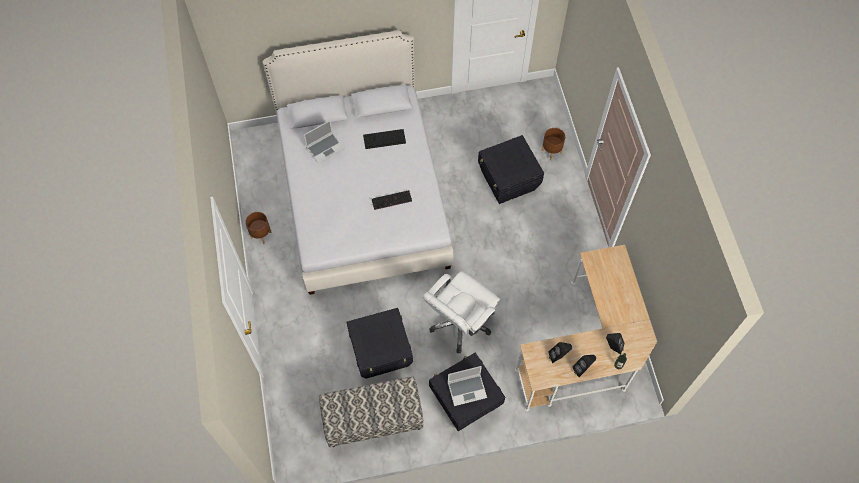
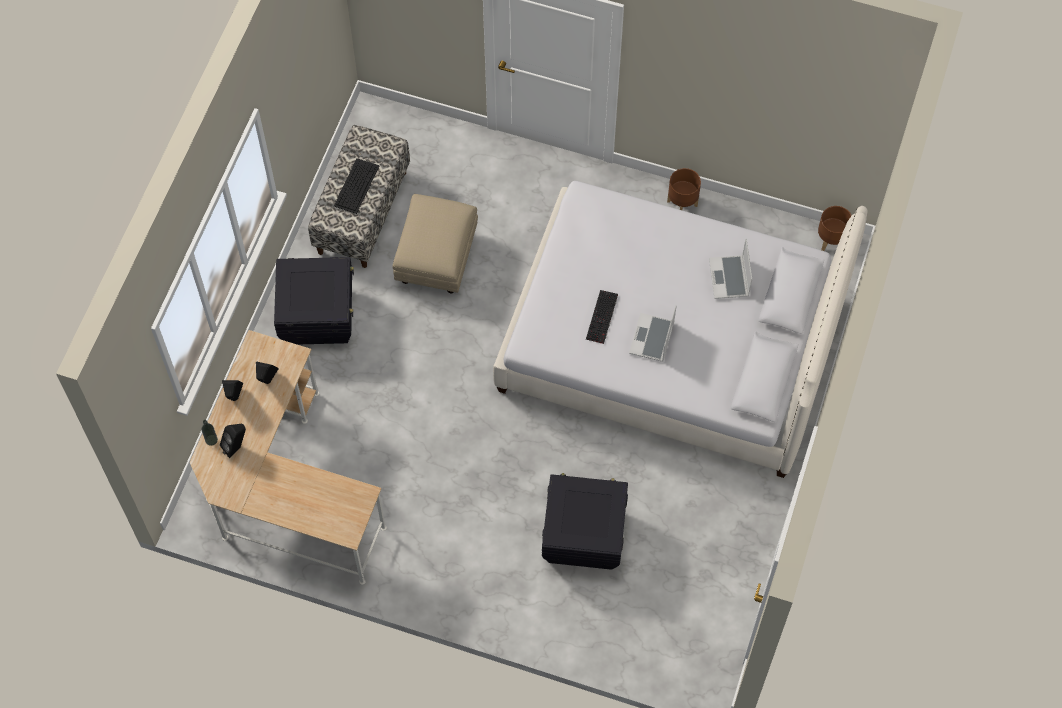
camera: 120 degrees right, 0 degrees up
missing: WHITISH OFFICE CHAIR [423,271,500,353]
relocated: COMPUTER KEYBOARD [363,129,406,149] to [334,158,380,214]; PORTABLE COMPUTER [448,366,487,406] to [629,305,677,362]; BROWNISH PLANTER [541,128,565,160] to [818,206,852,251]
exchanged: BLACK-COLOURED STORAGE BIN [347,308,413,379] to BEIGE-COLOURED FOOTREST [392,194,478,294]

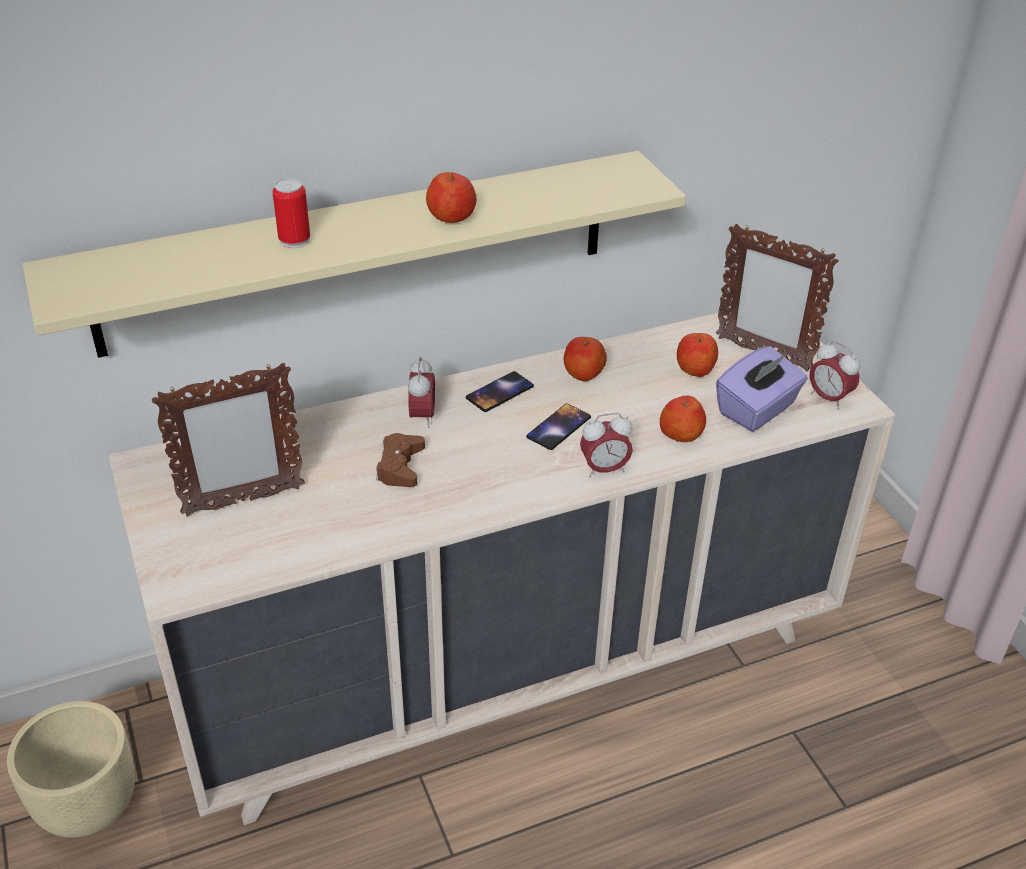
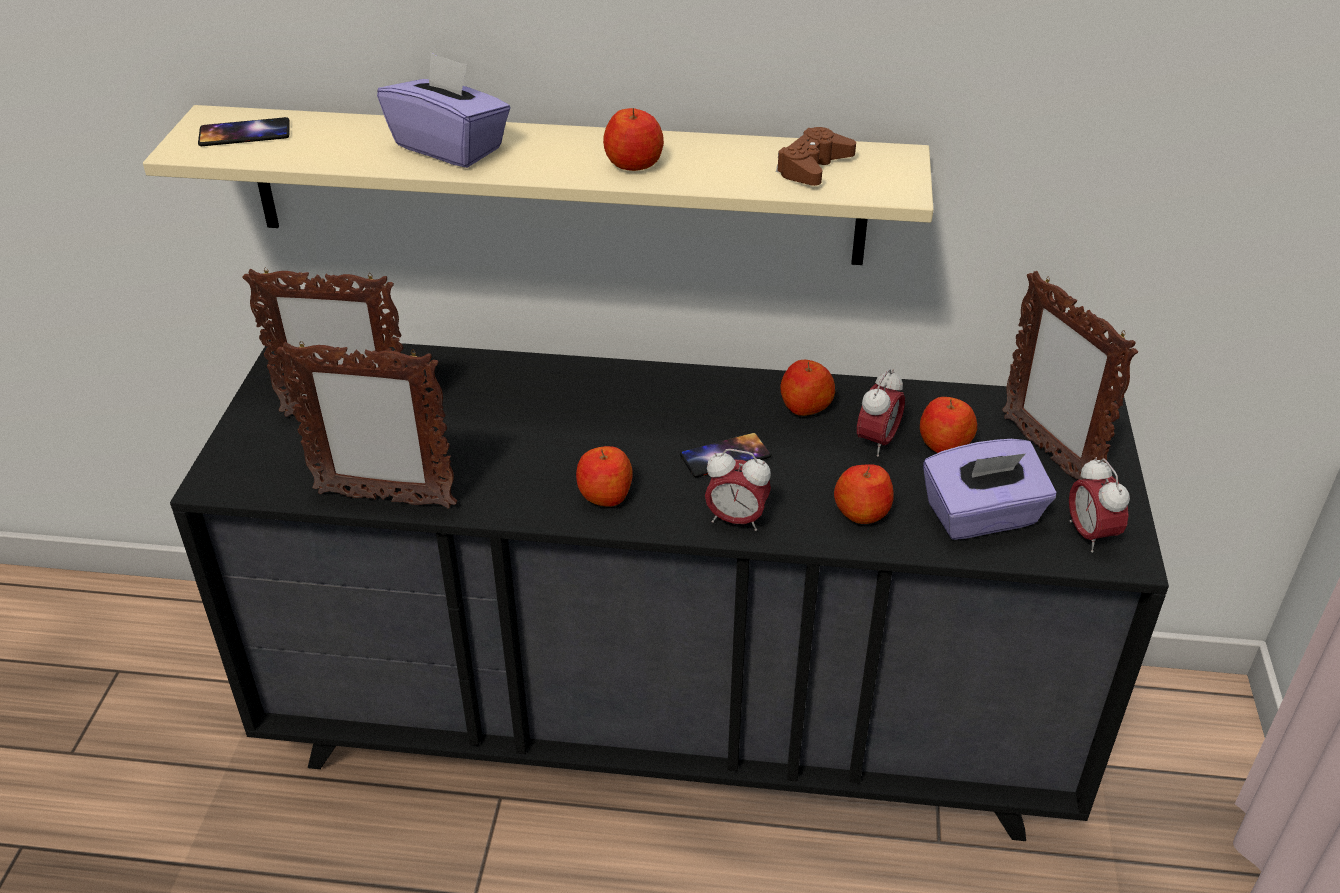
camera: 30 degrees right, 0 degrees up
missing: BEIGE-COLOURED PLANTER [7,701,135,838]
appeared: STANDING FRAME [276,341,457,509]; APPLE FRUIT [576,446,633,507]
relocated: BROWNISH JOYPAD [376,433,425,487] to [776,127,856,186]; ALARM CLOCK [408,357,435,428] to [857,369,905,457]; TELEPHONE [466,371,534,412] to [198,117,290,146]
exchanged: CAN [273,178,310,248] to PURPLISH TISSUE HOLDER [377,52,511,168]
colour: BEIGE-COLOURED DRESSER [108,312,895,825] to BLACK-COLOURED DRESSER [170,340,1169,841]

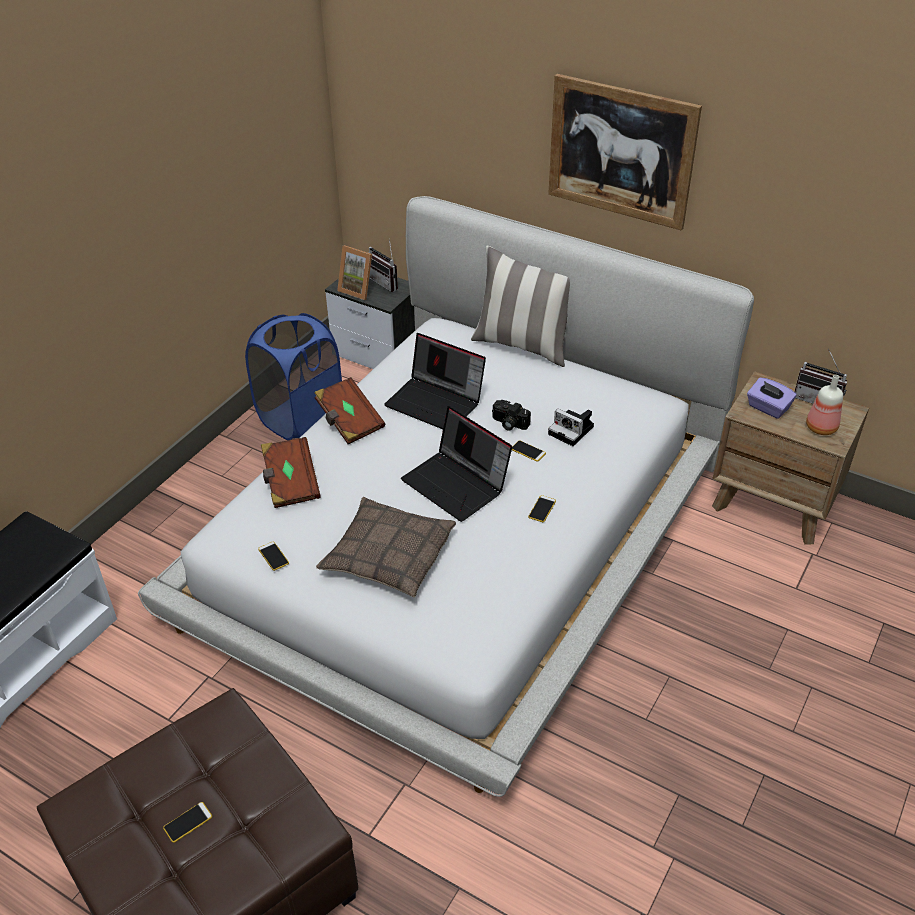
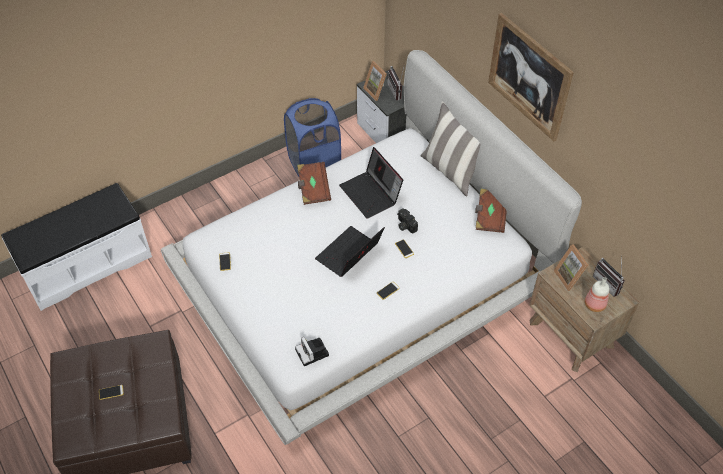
camera: 25 degrees right, 10 degrees up
missing: PILLOW [316,497,456,598]
relocated: BROWNISH BOOK [261,437,321,508] to [475,189,507,233]; PHOTO CAMERA [548,409,594,446] to [295,337,329,366]
exchanged: PURPLISH TISSUE HOLDER [747,377,797,419] to STANDING FRAME [554,244,588,291]
spun: PORTABLE COMPUTER [401,406,512,522] = [315,226,385,277] 60 degrees clockwise

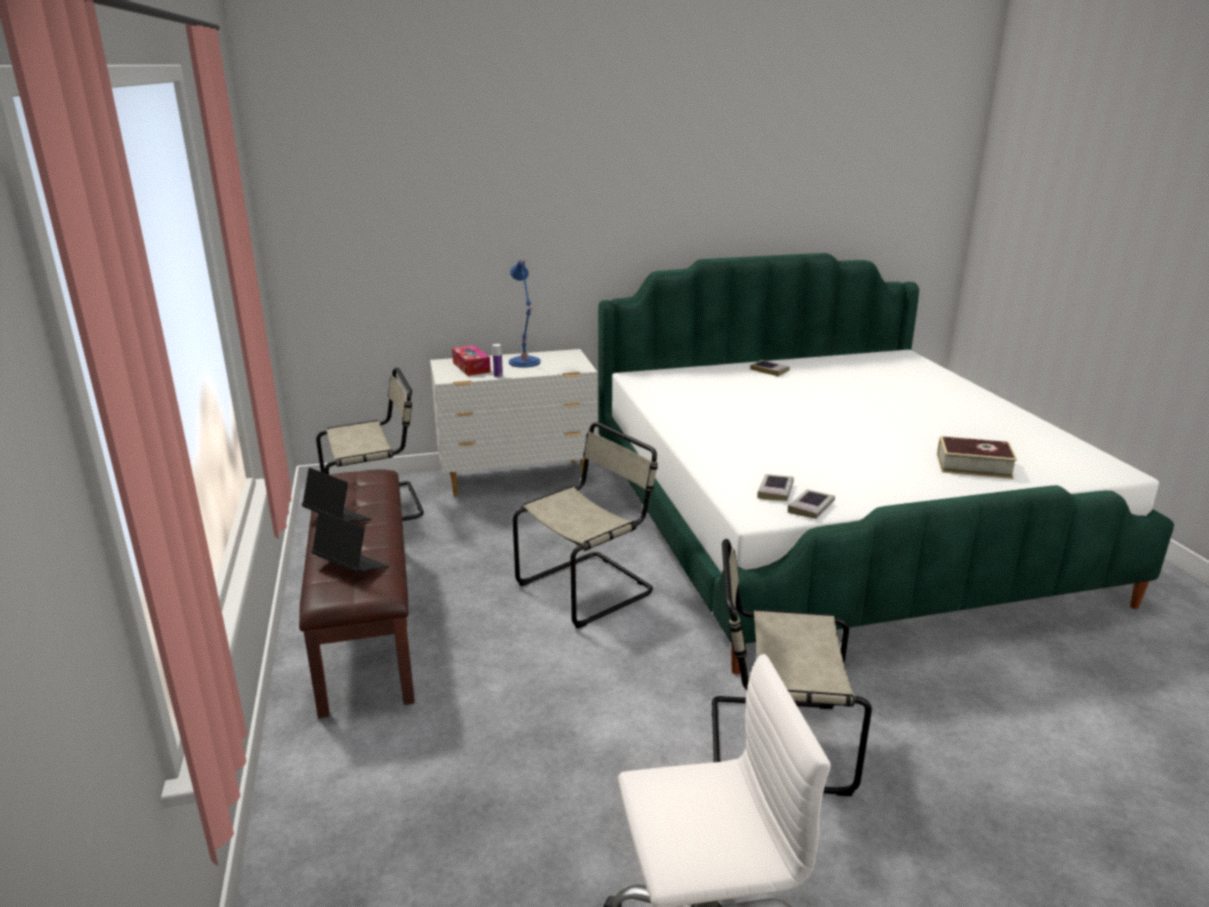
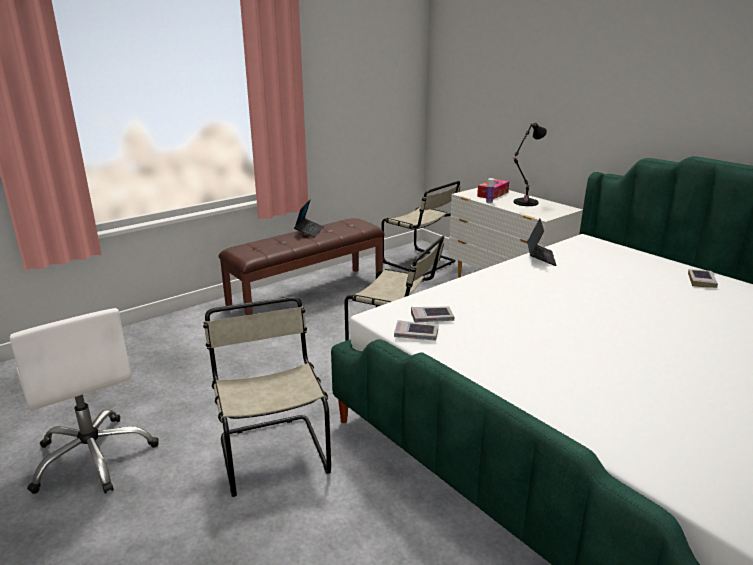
camera: 65 degrees right, 0 degrees up
missing: BOOK [937,436,1017,479]
relocated: PORTABLE COMPUTER [311,511,389,572] to [527,218,557,266]
colour: BLUE-COLOURED LAMP FOR A TABLE [509,260,541,368] to BLACK-COLOURED LAMP FOR A TABLE [513,122,547,206]

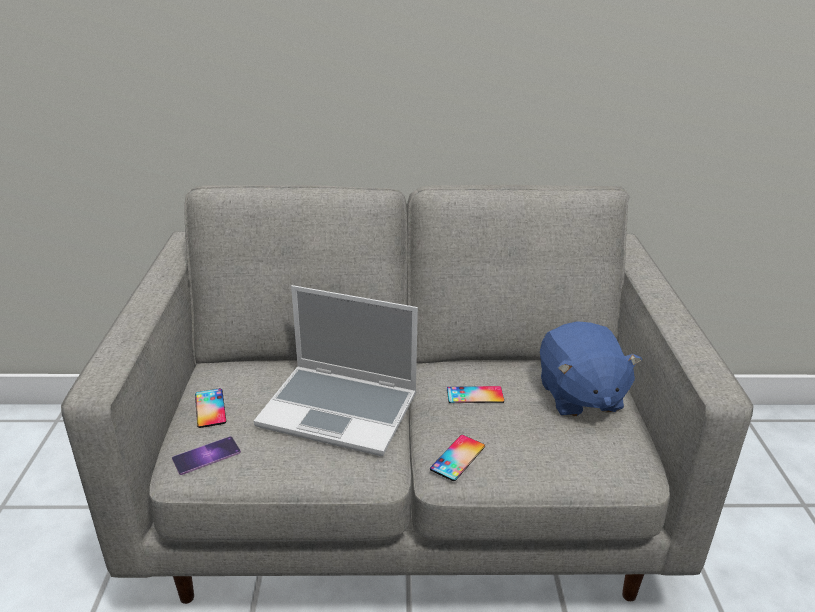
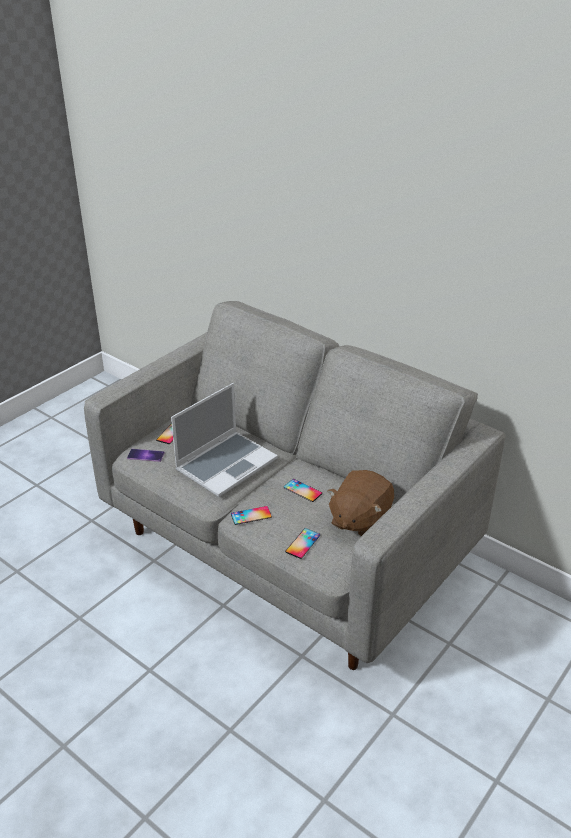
camera: 40 degrees right, 5 degrees up
appeared: TELEPHONE [285,528,320,559]
colour: BLUE-COLOURED SOFT TOY [540,322,642,417] to BROWNISH SOFT TOY [327,470,394,536]
spun: PORTABLE COMPUTER [254,285,418,456] = [171,383,278,497] 105 degrees counterclockwise

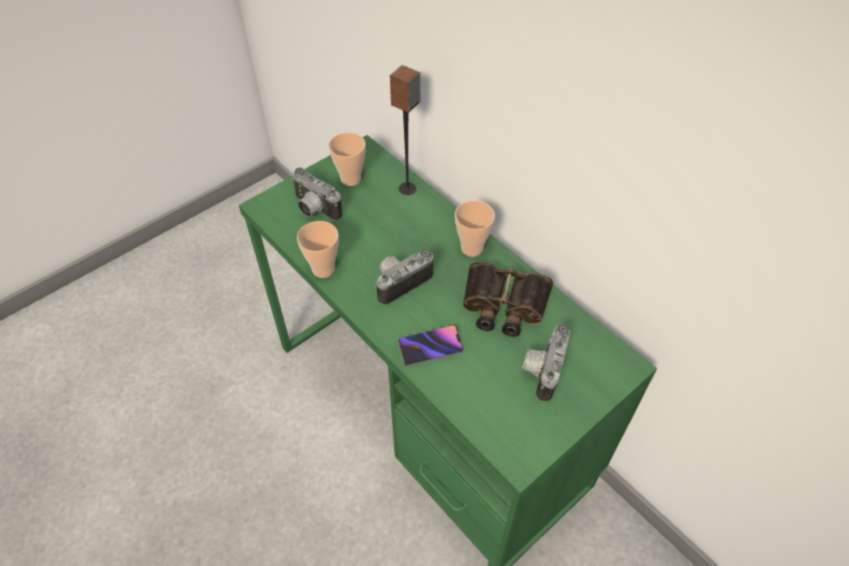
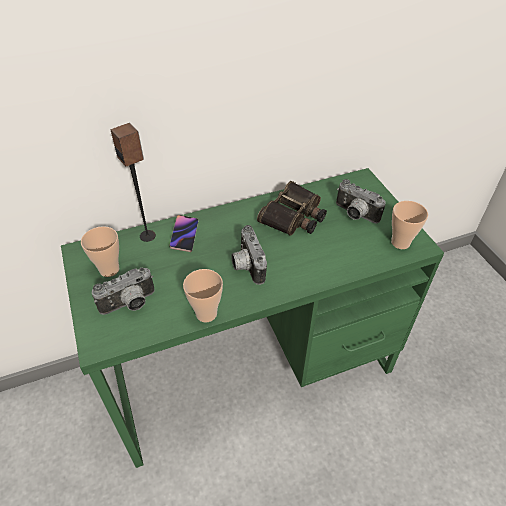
camera: 70 degrees left, 5 degrees down
relocated: TELEPHONE [398,325,463,366] to [169,215,199,252]; CUP [455,200,495,257] to [391,201,428,249]

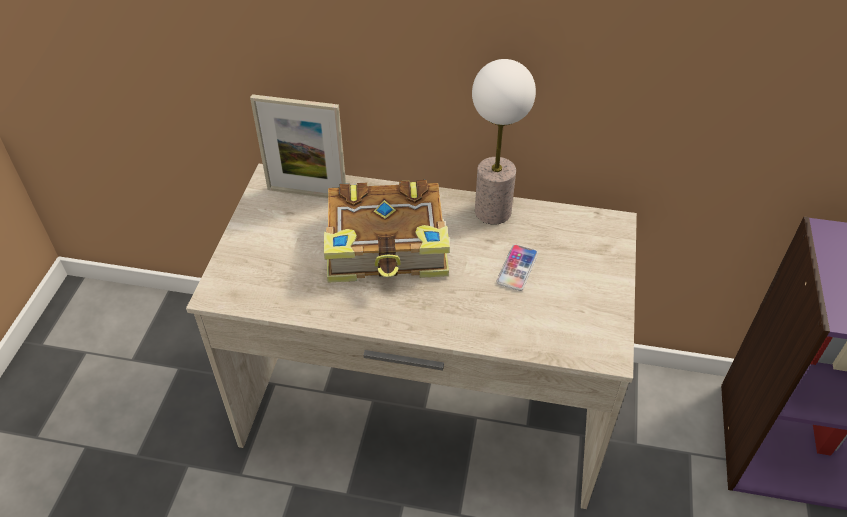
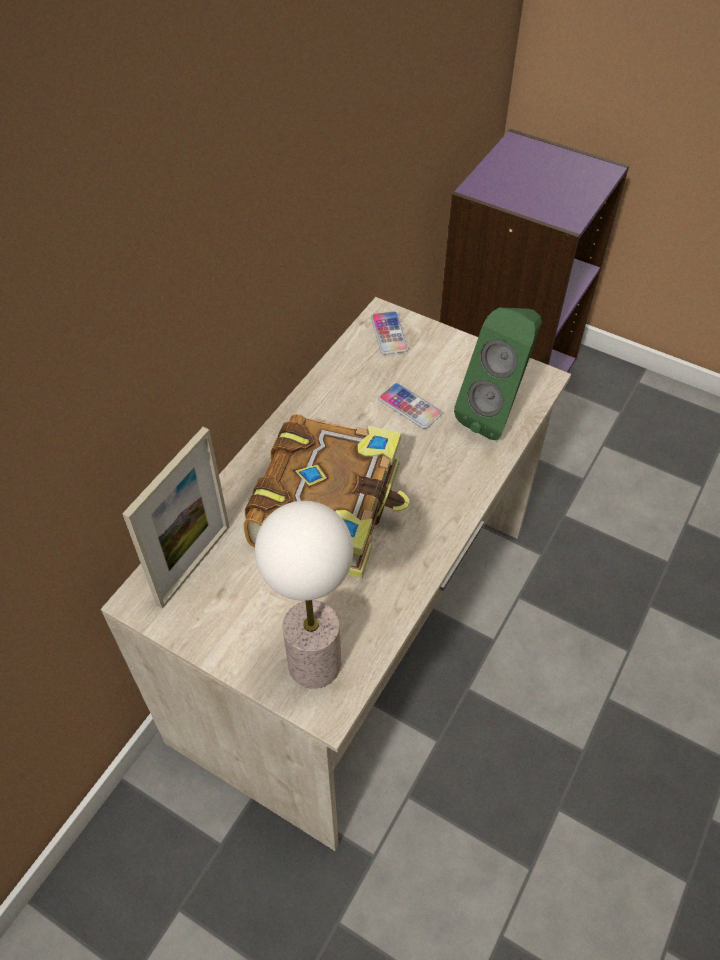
camera: 70 degrees left, 5 degrees up
appeared: TELEPHONE [371,311,409,355]; GREEN LOUDSPEAKER [454,307,542,440]
relocated: LAMP FOR A TABLE [472,59,536,225] to [255,501,353,689]

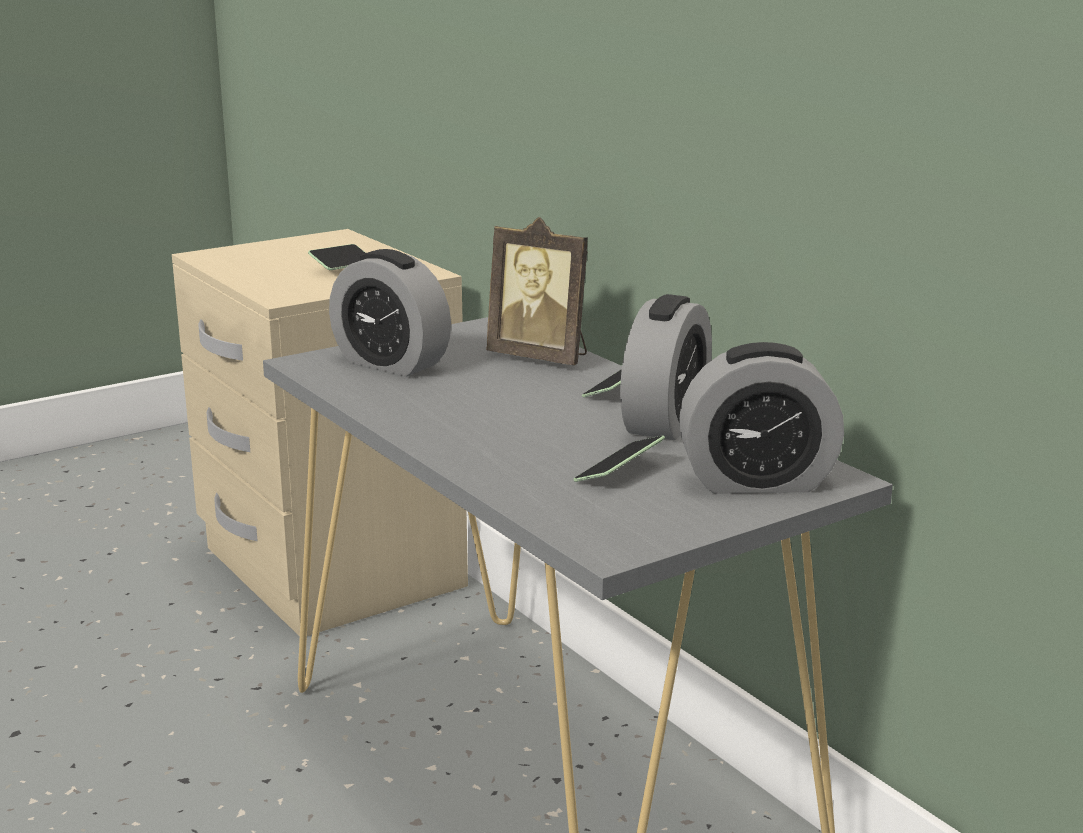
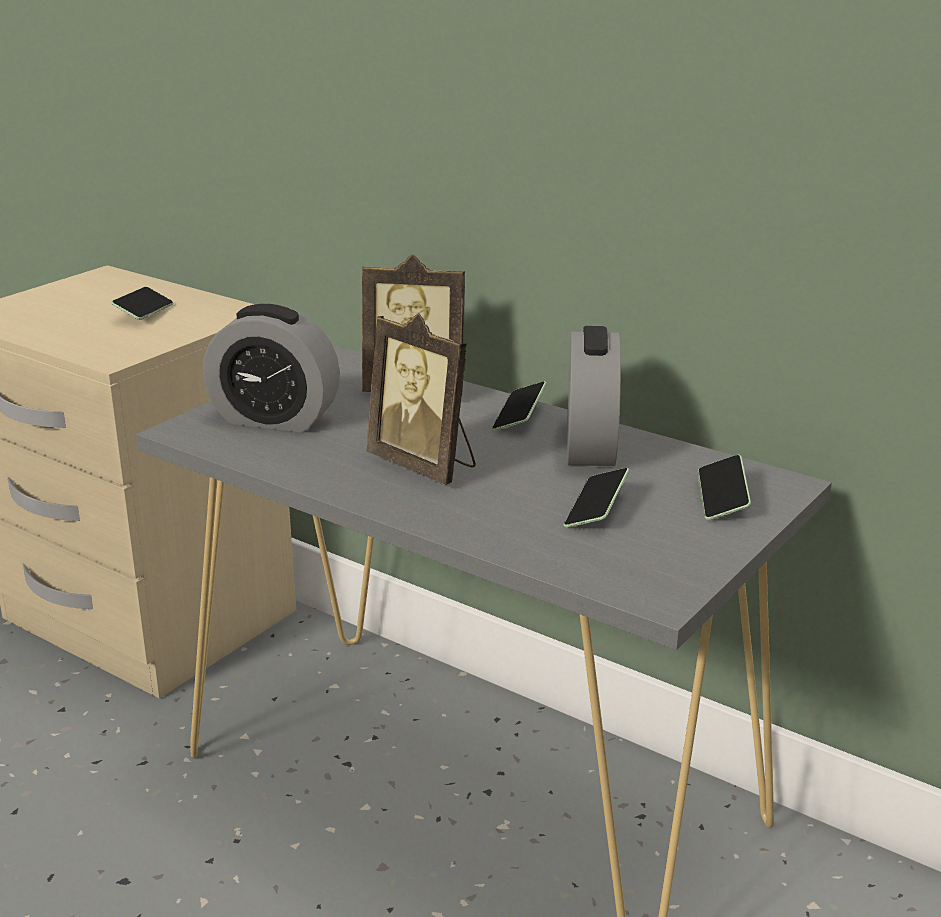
camera: 20 degrees left, 5 degrees up
appeared: STANDING FRAME [366,313,476,485]
exchanged: ALARM CLOCK [679,342,844,494] to TELEPHONE [698,455,751,520]

